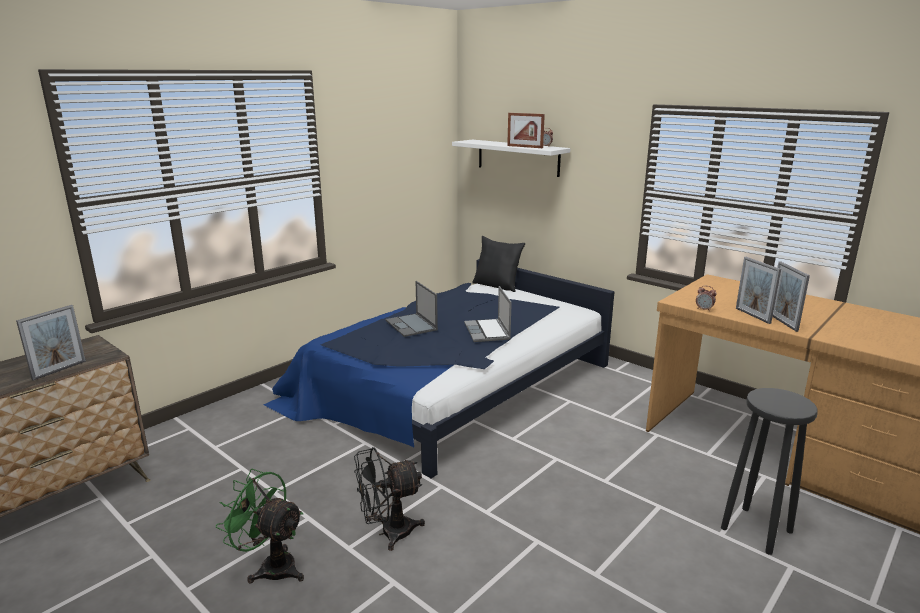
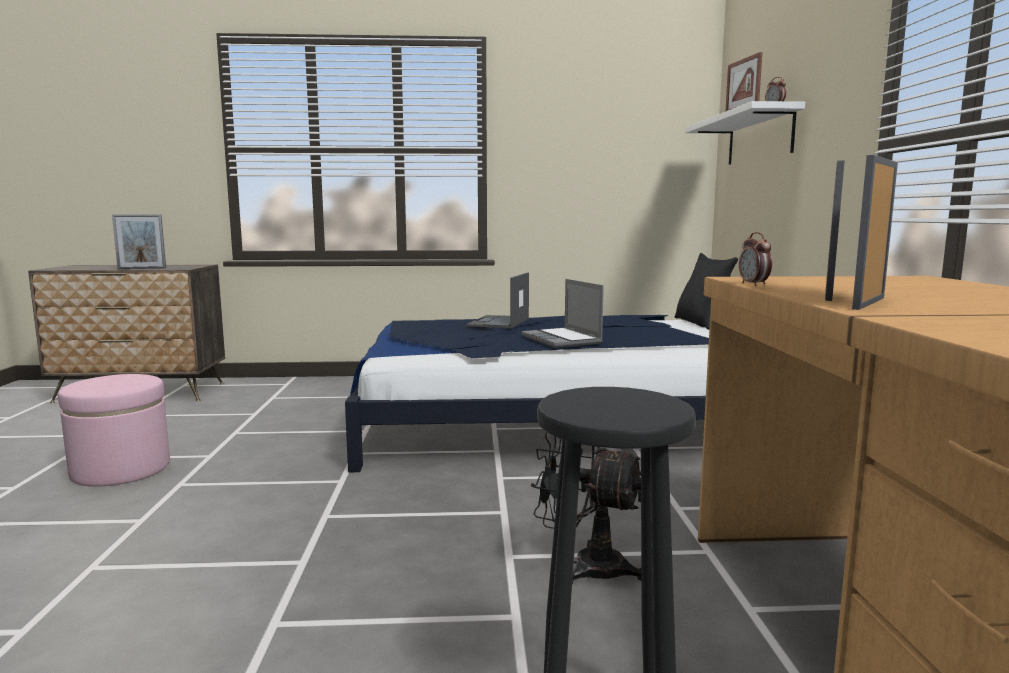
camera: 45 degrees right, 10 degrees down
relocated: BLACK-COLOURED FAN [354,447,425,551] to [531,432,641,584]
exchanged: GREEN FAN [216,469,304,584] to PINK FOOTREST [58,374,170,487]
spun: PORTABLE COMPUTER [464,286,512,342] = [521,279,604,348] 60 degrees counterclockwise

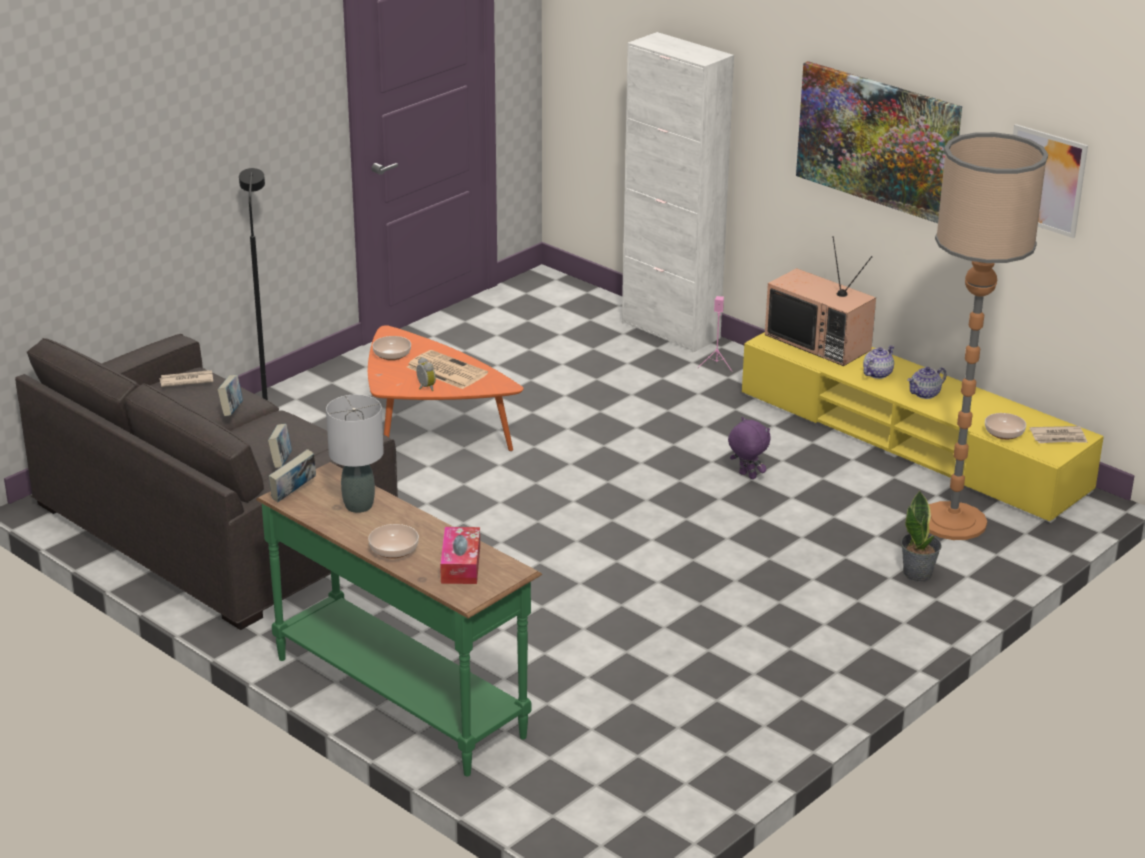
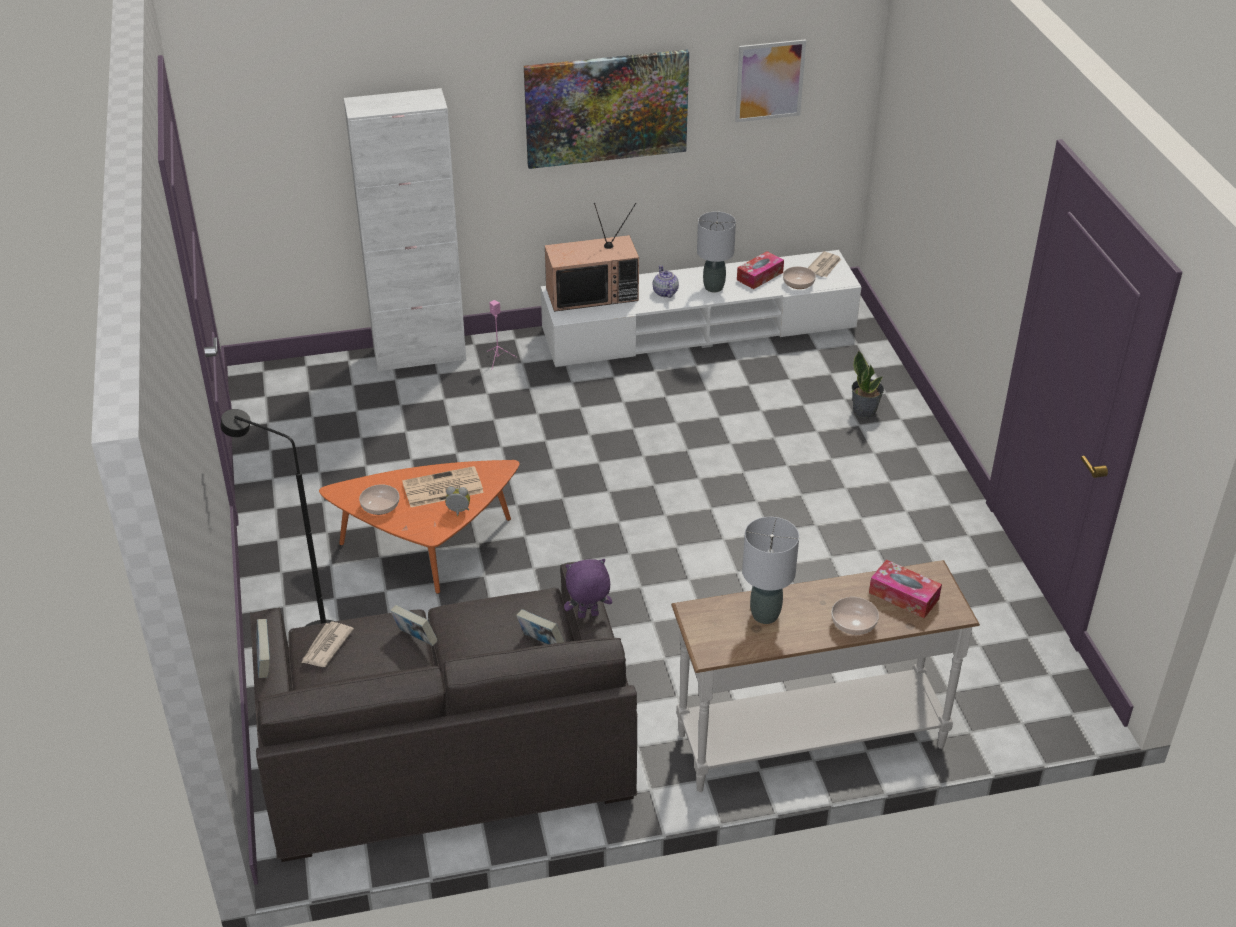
camera: 55 degrees left, 10 degrees up
missing: STANDING LAMP [929,132,1048,540]
appeared: TISSUE HOLDER [737,251,784,289]
relocated: BOOK [269,449,316,502] to [256,619,270,678]; PURPLISH SOFT TOY [728,417,770,479] to [564,559,612,618]
exchanged: TEAPOT [907,367,946,399] to GREY LAMP FOR A TABLE [697,211,736,292]
colour: GREEN NARROW TABLE [256,462,542,777] to WHITISH NARROW TABLE [671,560,980,792]; YELLOWISH MEDIA CONSOLE [742,332,1104,523] to WHITISH MEDIA CONSOLE [541,250,861,367]

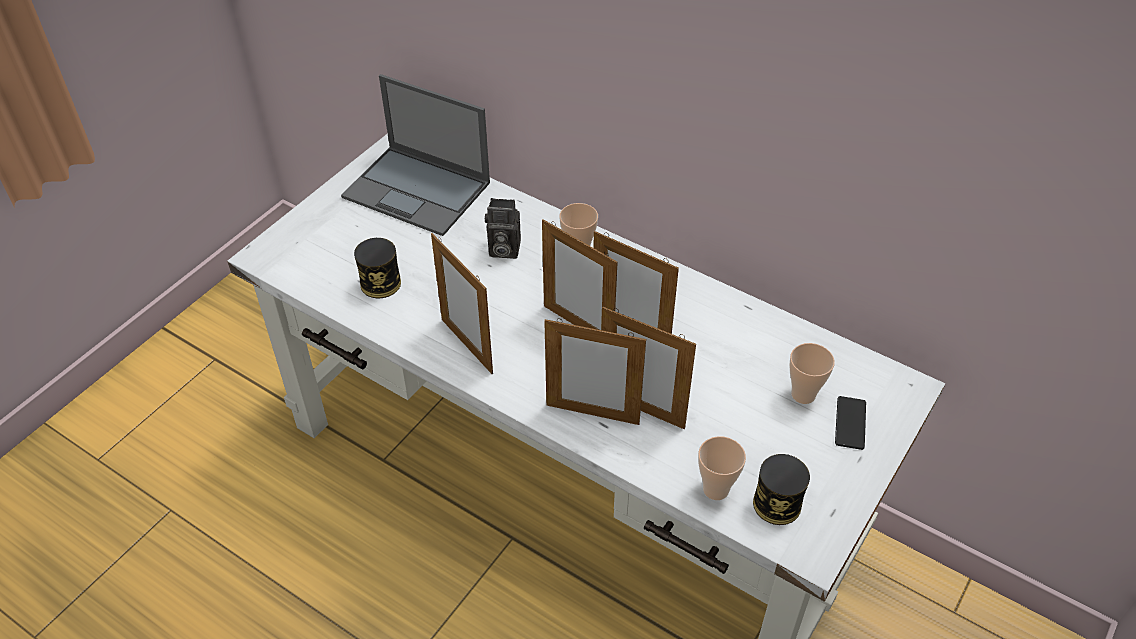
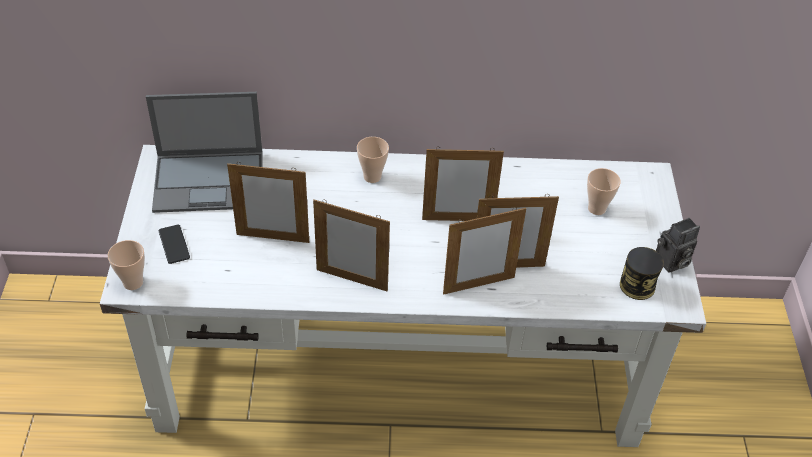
camera: 35 degrees left, 0 degrees up
missing: CAN [354,238,401,298]
relocated: PHOTO CAMERA [485,198,521,259] to [656,218,700,273]; STANDING FRAME [542,219,618,330] to [227,162,309,243]; CUP [698,436,746,500] to [107,240,145,290]; TELEPHONE [835,396,866,450] to [159,224,190,264]

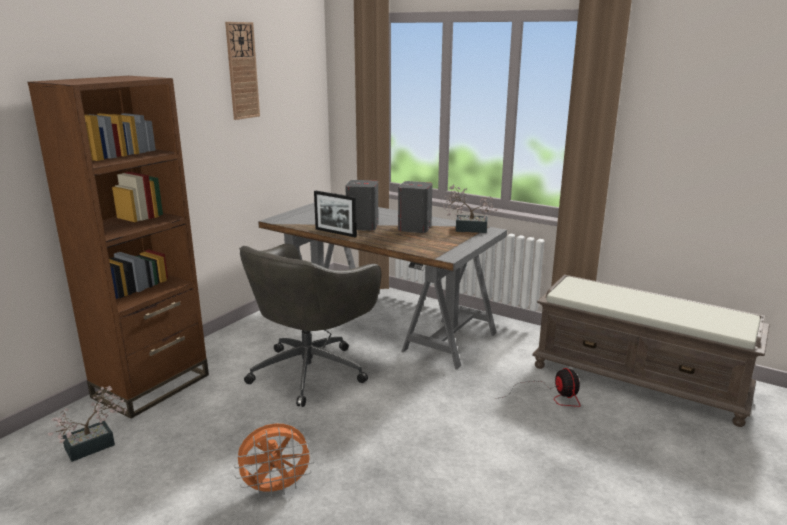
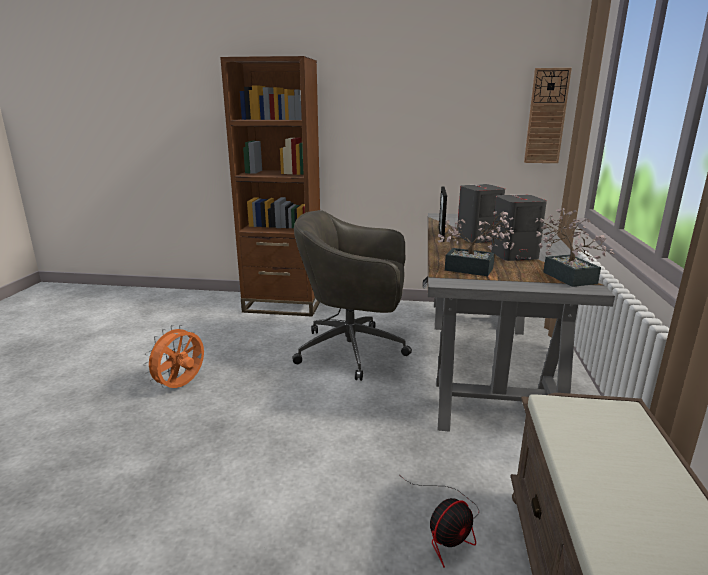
camera: 65 degrees right, 0 degrees up
relocated: PLANT IN A POT [48,385,127,462] to [438,211,514,276]; CLOCK ON THE WALL [225,22,260,120] to [524,68,572,163]
spun: ORANGEY FAN [234,424,315,498] = [143,325,204,389] 75 degrees clockwise

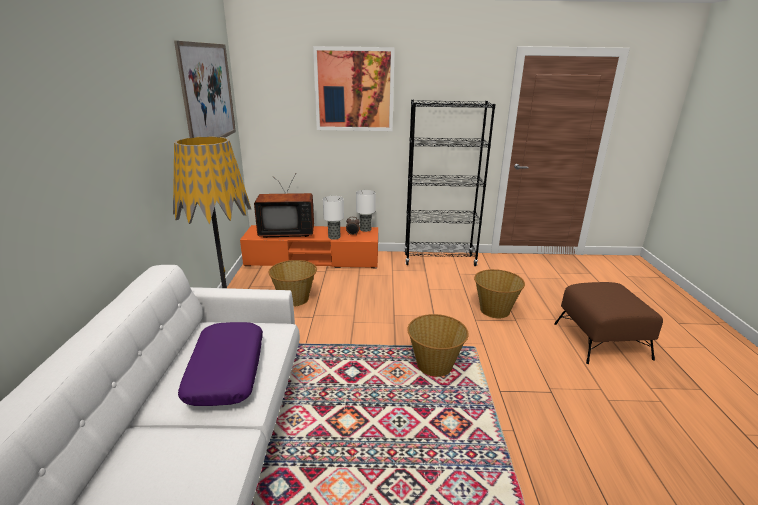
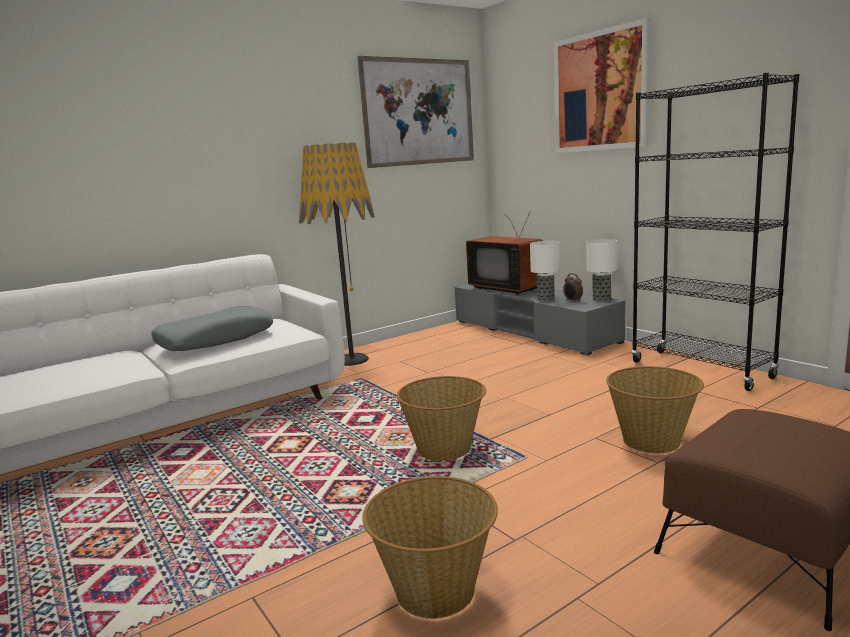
camera: 55 degrees right, 10 degrees down
relocated: STORAGE BASKET [269,260,317,307] to [362,476,498,619]
colour: PURPLISH PILLOW [178,322,263,406] to GREY PILLOW [151,306,273,351]; ORANGEY MEDIA CONSOLE [240,225,378,268] to GREY MEDIA CONSOLE [455,284,626,355]

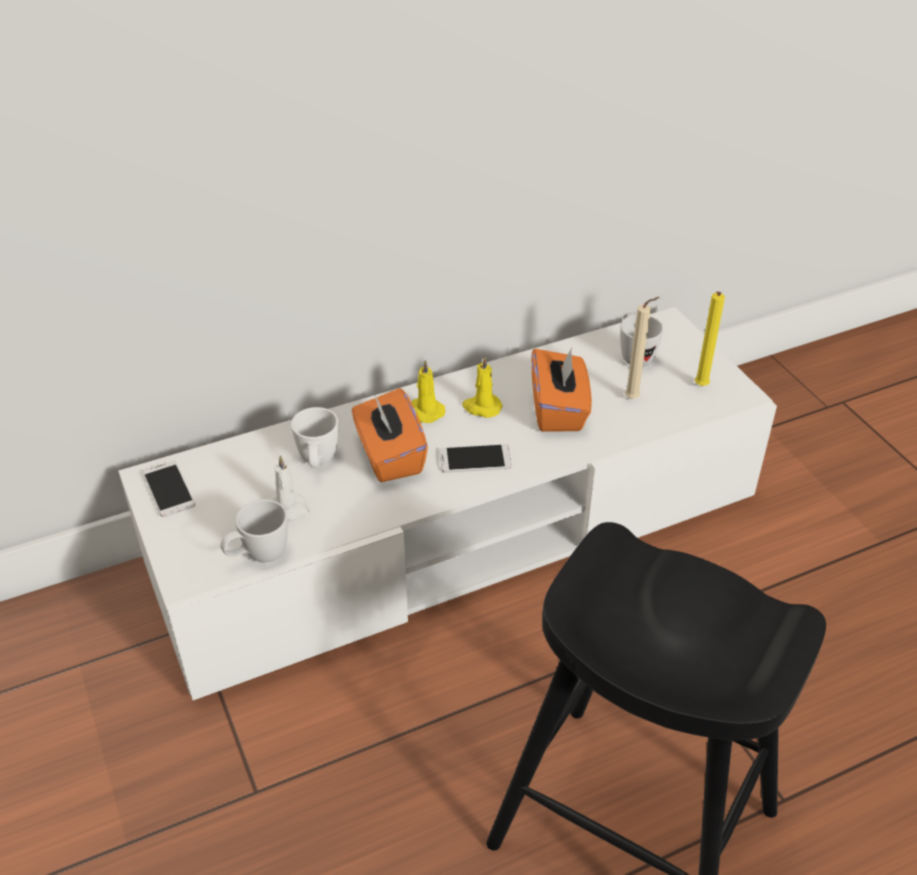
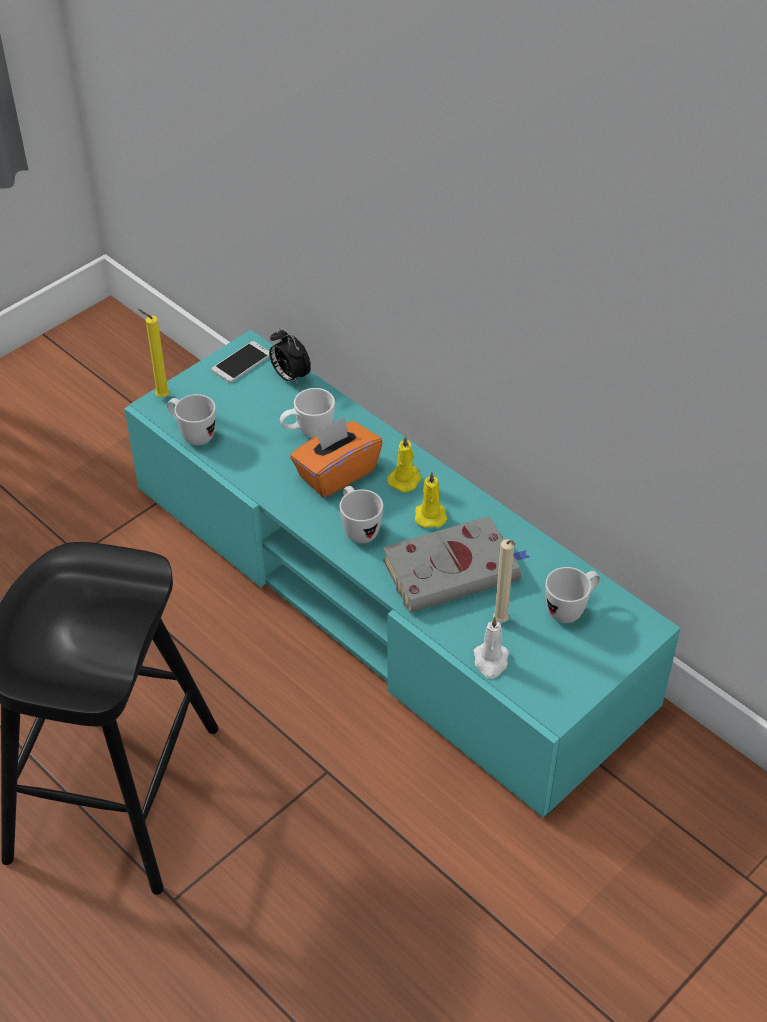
camera: 70 degrees right, 5 degrees up
appeared: ALARM CLOCK [269,328,311,386]
relocated: WHITISH CANDLE [269,455,310,521] to [474,616,509,679]; YELLOWISH CANDLE [695,292,725,386] to [138,309,169,397]
exchanged: TELEPHONE [440,444,512,473] to WHITISH MUG [340,486,383,543]; ORANGEY TISSUE HOLDER [531,348,592,432] to GREY BOOK [383,516,530,613]
colour: WHITISH MEDIA CONSOLE [118,307,777,700] to TURQUOISE MEDIA CONSOLE [124,330,681,817]

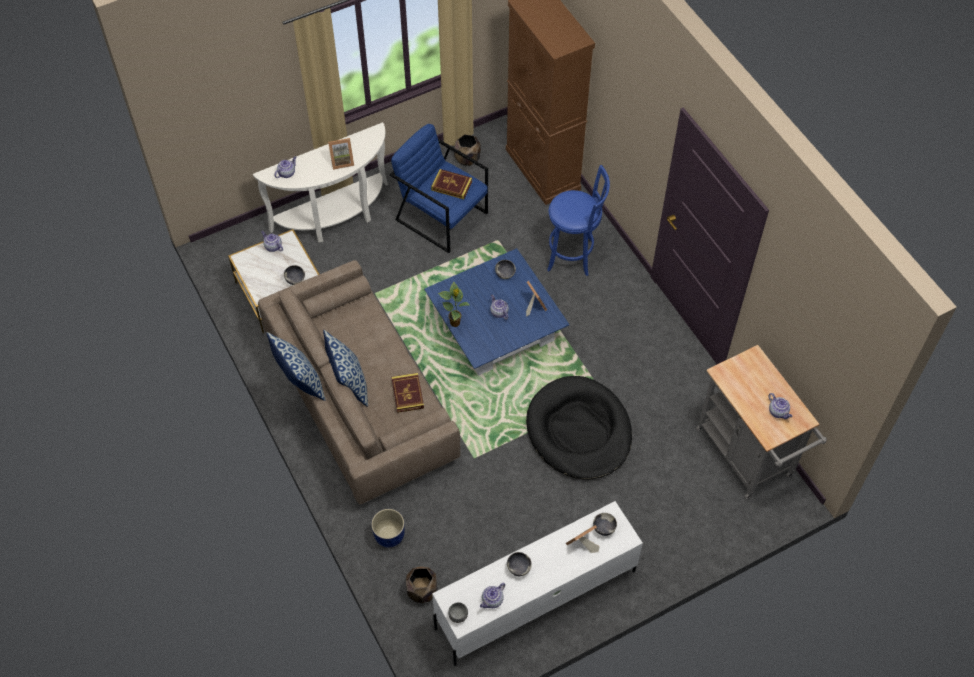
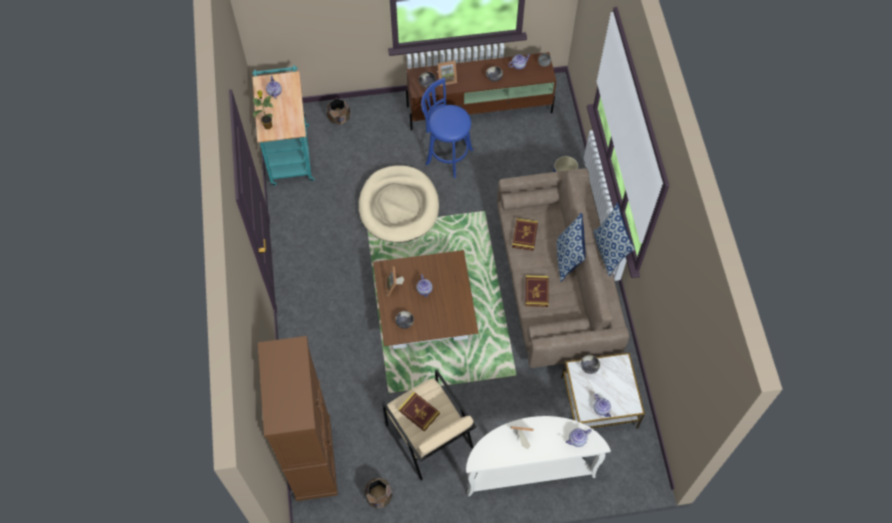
camera: 160 degrees left, 5 degrees up
appeared: BOOK [525,275,548,307]
relocated: BROWNISH PLANTER [406,566,437,603] to [326,98,350,125]; PLANT IN A POT [438,282,470,327] to [253,90,273,130]; BLUE-COLOURED SITTING STOOL [547,165,610,276] to [421,78,473,178]
colour: BLUE-COLOURED EASY CHAIR [390,124,488,253] to BEIGE-COLOURED EASY CHAIR [382,370,476,480]; BLUE-COLOURED LOUNGE TABLE [424,248,570,375] to BROWNISH LOUNGE TABLE [373,250,479,349]; WHITISH MEDIA CONSOLE [432,501,643,666] to BROWNISH MEDIA CONSOLE [406,52,556,130]; BLACK-COLOURED DOG CUSHION [526,376,632,480] to BEIGE-COLOURED DOG CUSHION [359,165,439,243]; GREY TROLLEY [696,345,827,499] to TURQUOISE TROLLEY [252,65,315,186]

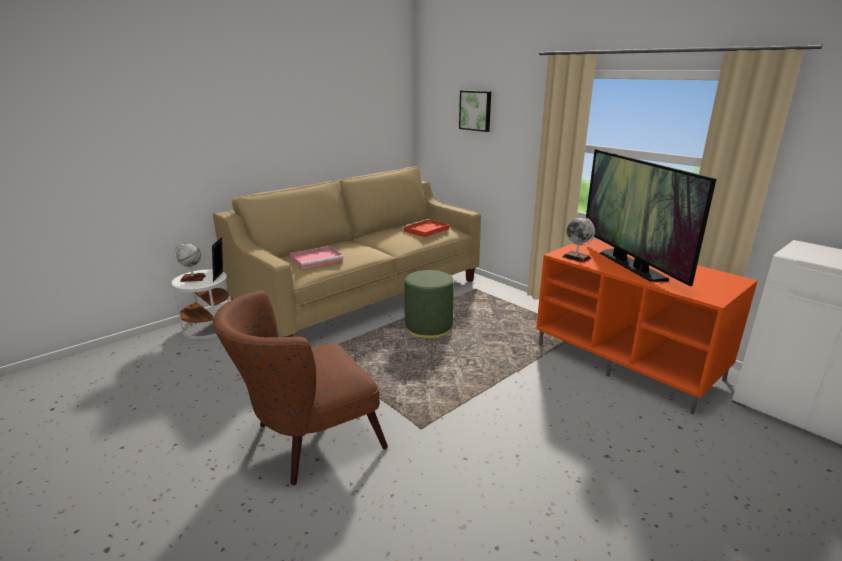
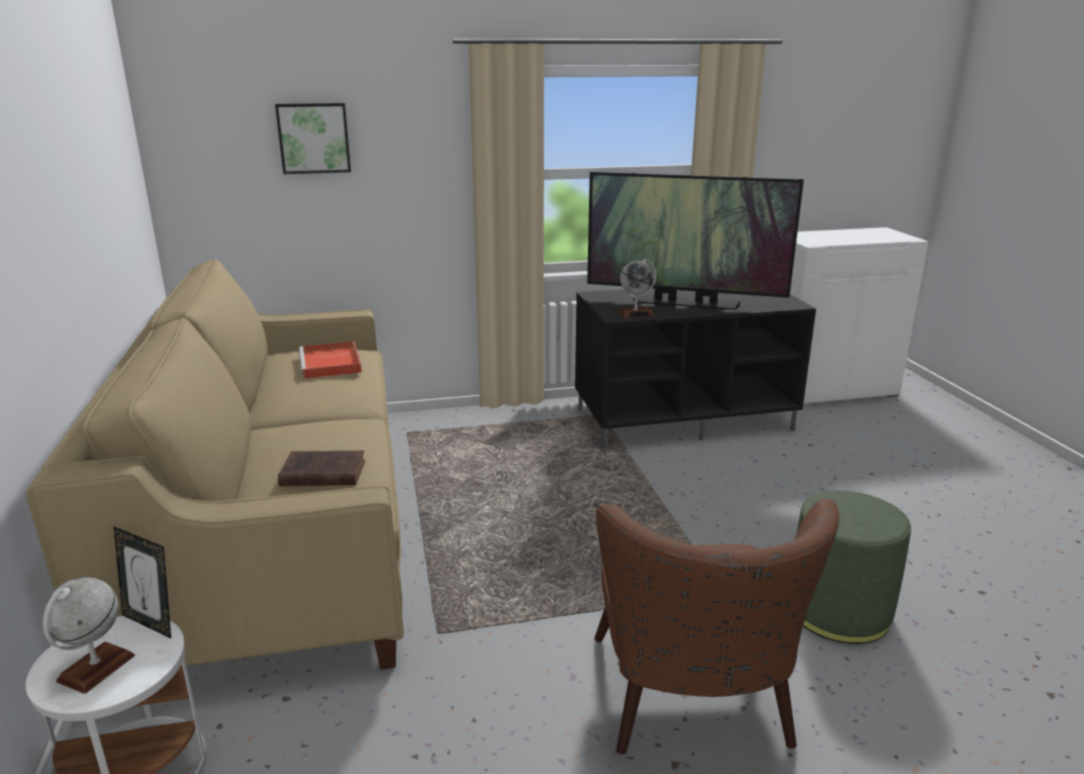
camera: 60 degrees left, 0 degrees up
relocated: GREEN FOOTREST [404,270,454,338] to [797,490,911,644]
exchanged: PINK TRAY [290,246,343,269] to BROWNISH BOOK [278,451,365,486]
colour: ORANGEY MEDIA CONSOLE [536,238,758,414] to BLACK-COLOURED MEDIA CONSOLE [575,288,816,449]

